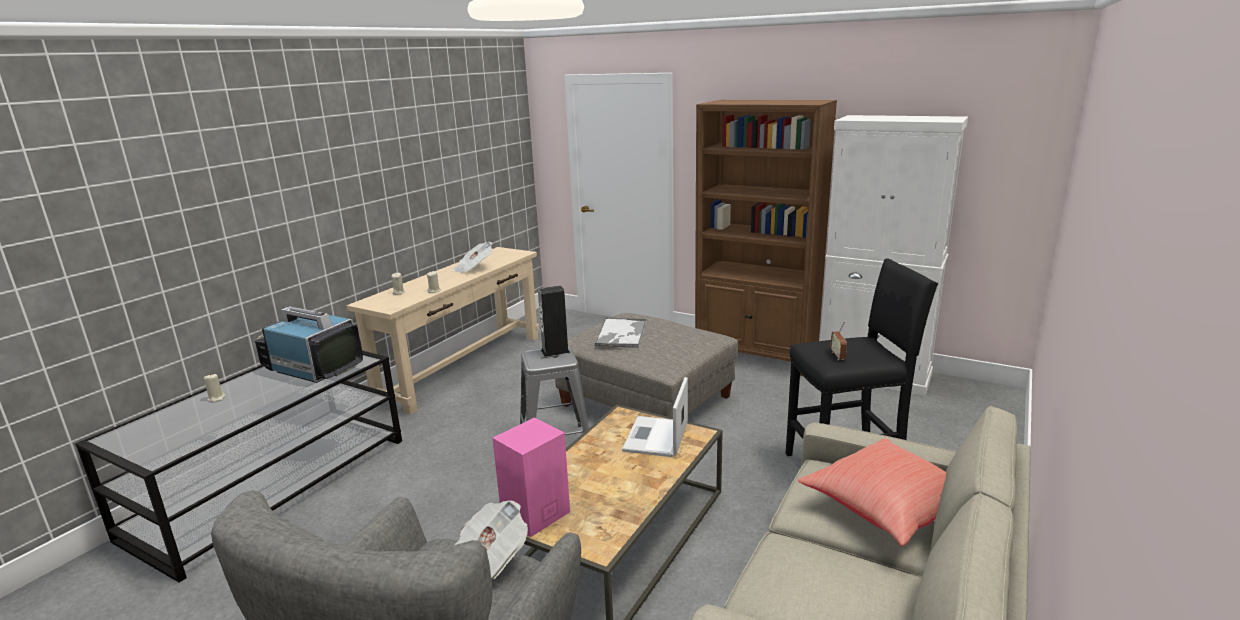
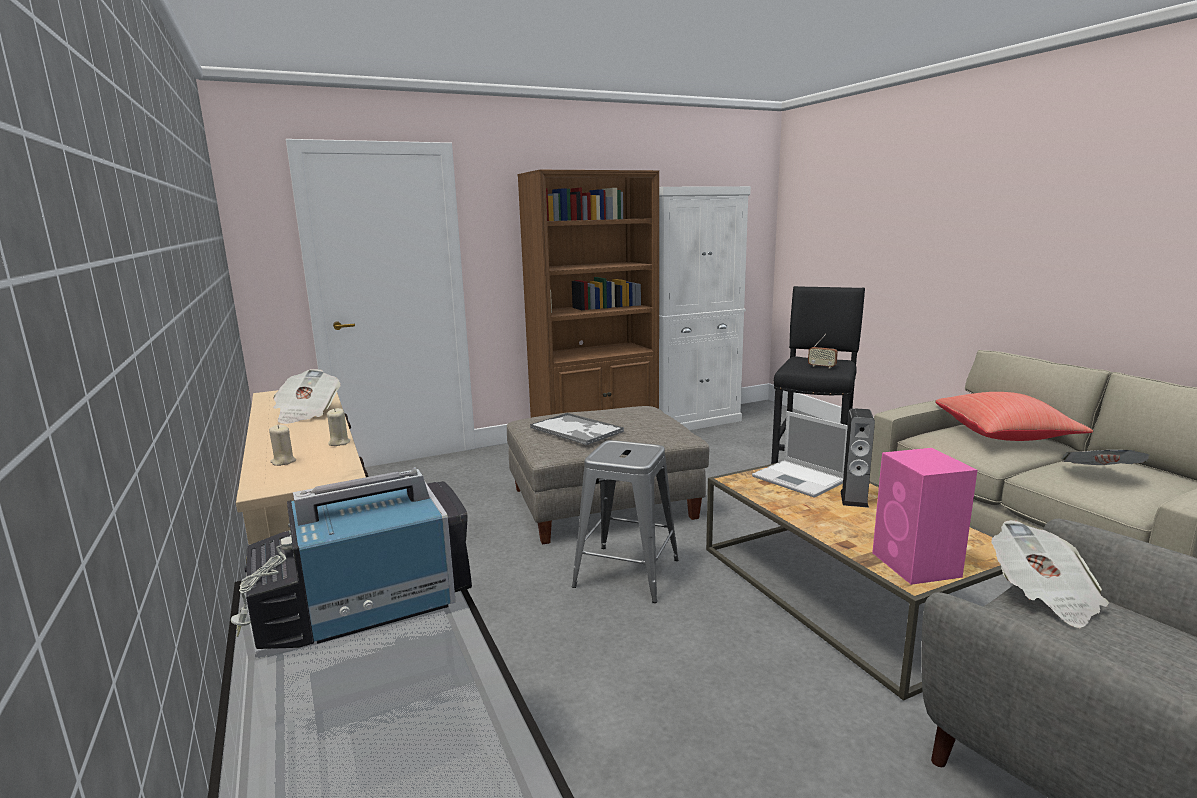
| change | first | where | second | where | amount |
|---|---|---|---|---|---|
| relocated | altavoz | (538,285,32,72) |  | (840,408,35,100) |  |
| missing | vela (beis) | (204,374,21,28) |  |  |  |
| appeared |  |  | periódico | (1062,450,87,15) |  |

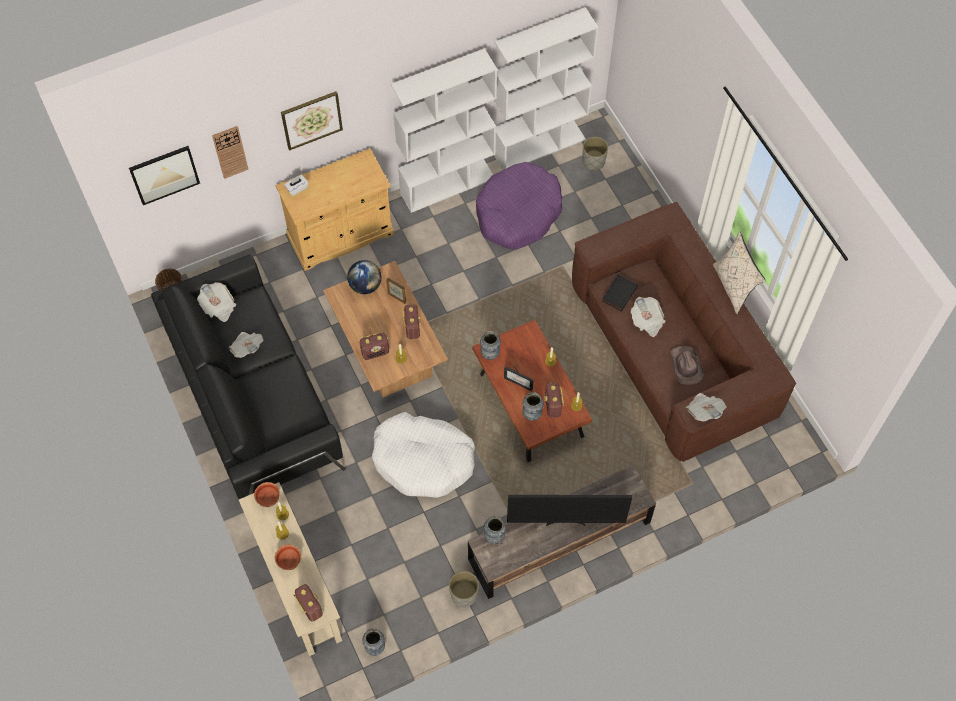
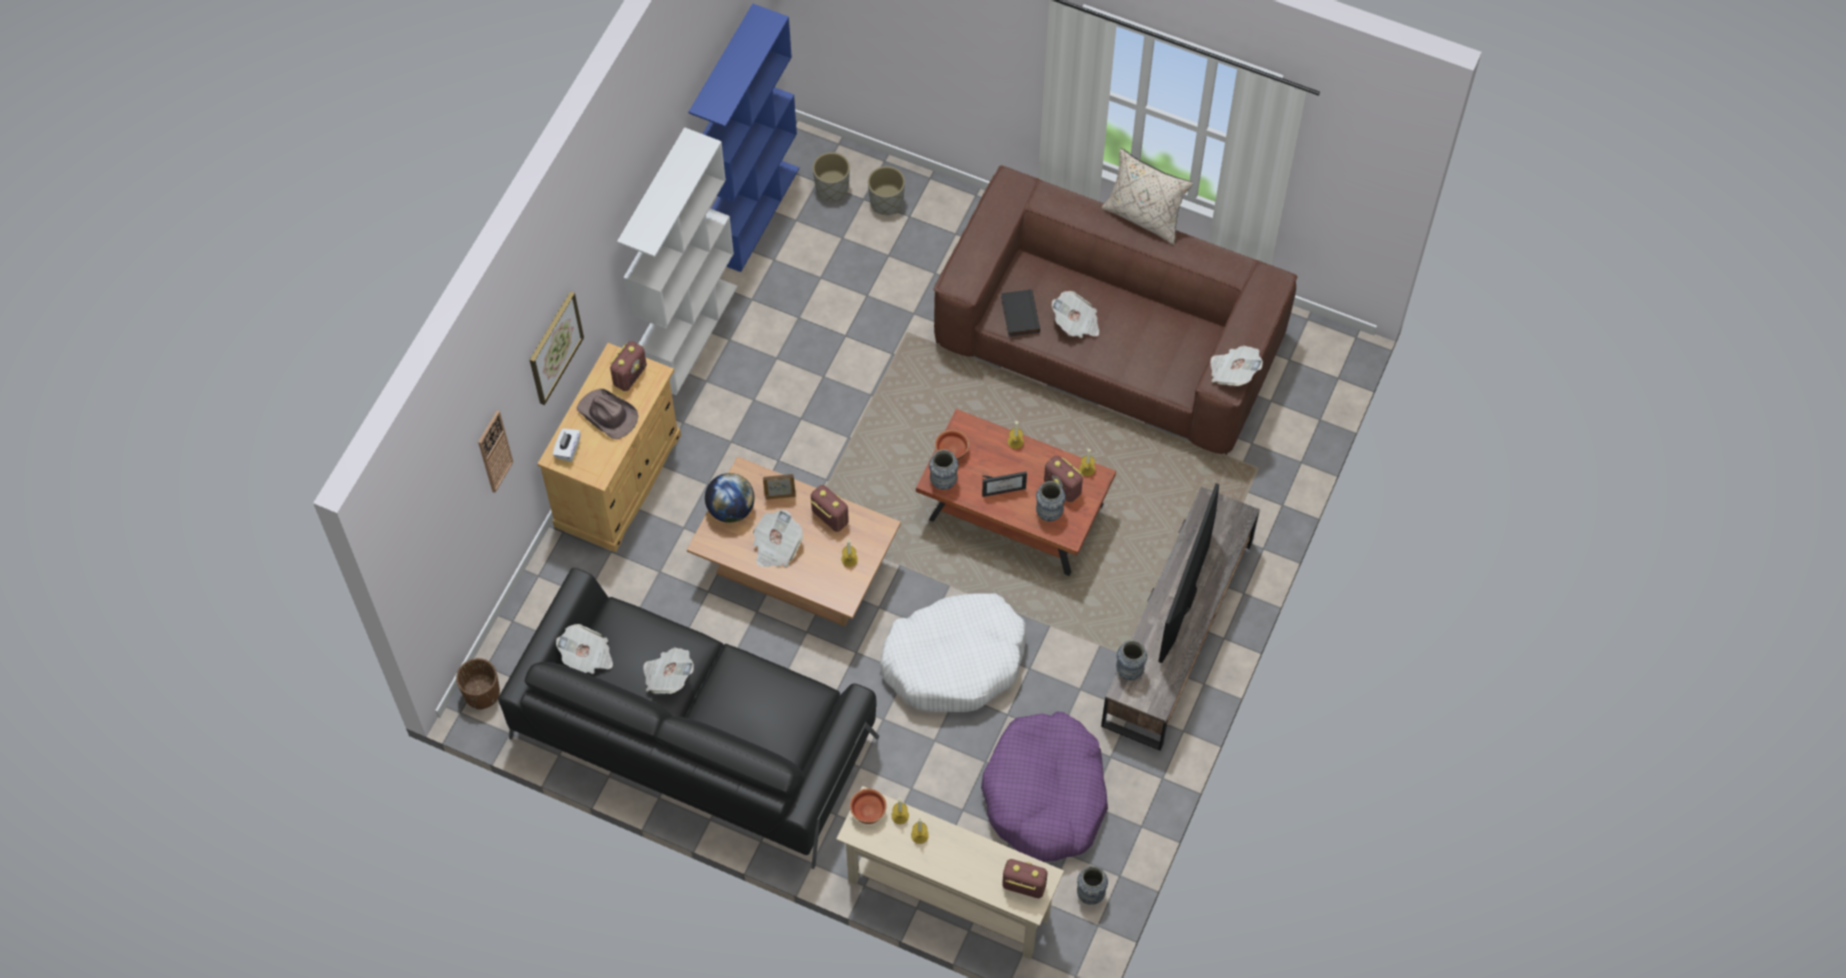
| change | first | where | second | where | amount |
|---|---|---|---|---|---|
| colour | estantería (blanco) | (494,7,104,163) | estantería (azul) | (688,3,111,269) |  |
| missing | cuadro | (129,146,71,59) |  |  |  |
| relocated | cama para perro (morado) | (476,162,86,88) |  | (981,711,127,151) |  |
| relocated | radio | (360,332,29,28) |  | (610,341,37,50) |  |
| relocated | sombrero (marrón) | (670,346,34,39) |  | (577,389,61,50) |  |
| spun | televisor | (507,495,125,31) |  | (1158,483,61,180) | 150 degrees clockwise |
| relocated | cuenco | (275,545,26,25) |  | (935,430,34,30) |  |
| relocated | maceta (gris) | (449,571,30,36) |  | (868,166,37,49) |  |
| appeared |  |  | periódico | (753,510,50,57) |  |

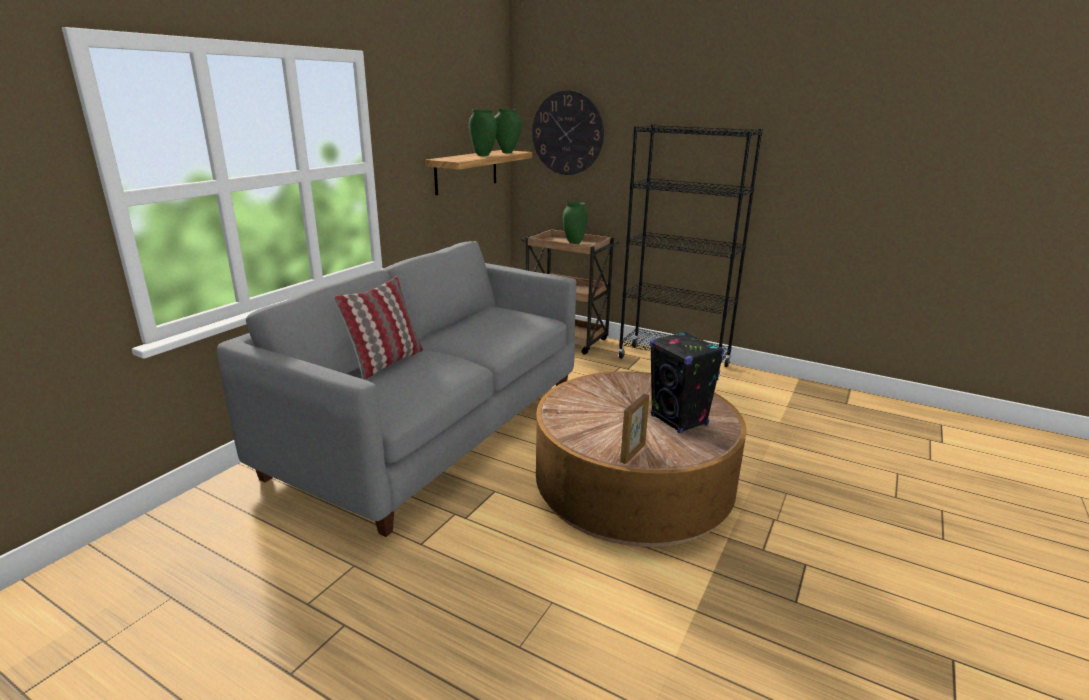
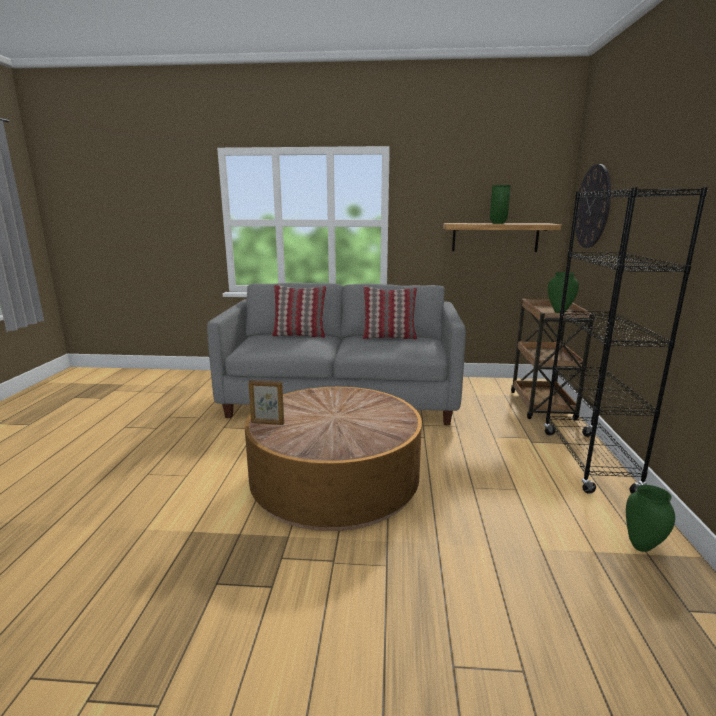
| change | first | where | second | where | amount |
|---|---|---|---|---|---|
| relocated | florero (verde) | (495,109,27,44) |  | (626,485,49,67) |  |
| missing | altavoz (negro) | (650,331,74,103) |  |  |  |
| appeared |  |  | cojín | (362,287,55,53) |  |

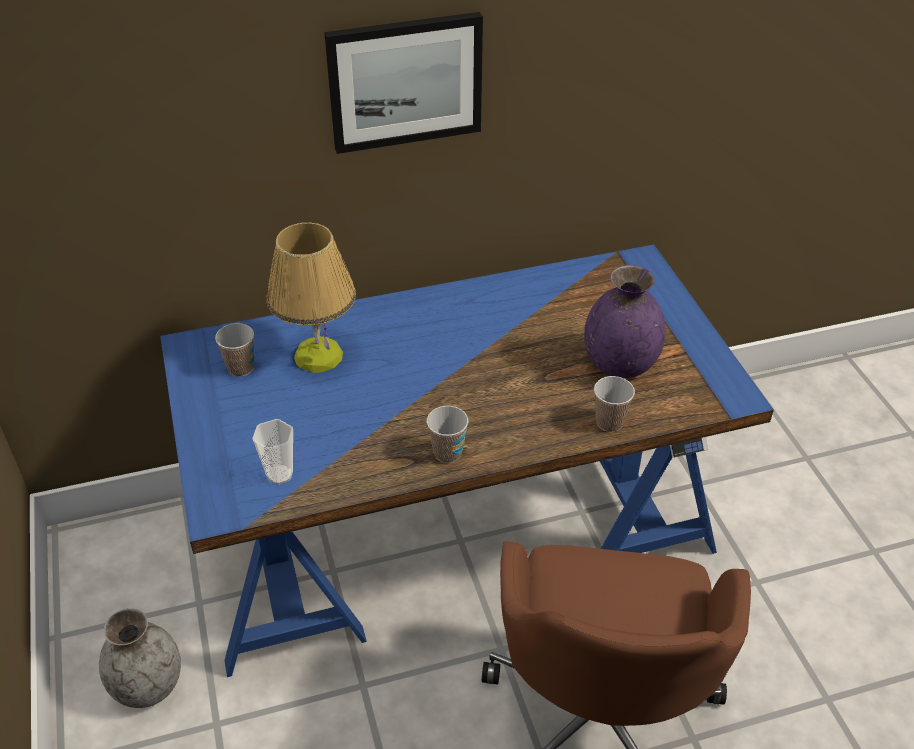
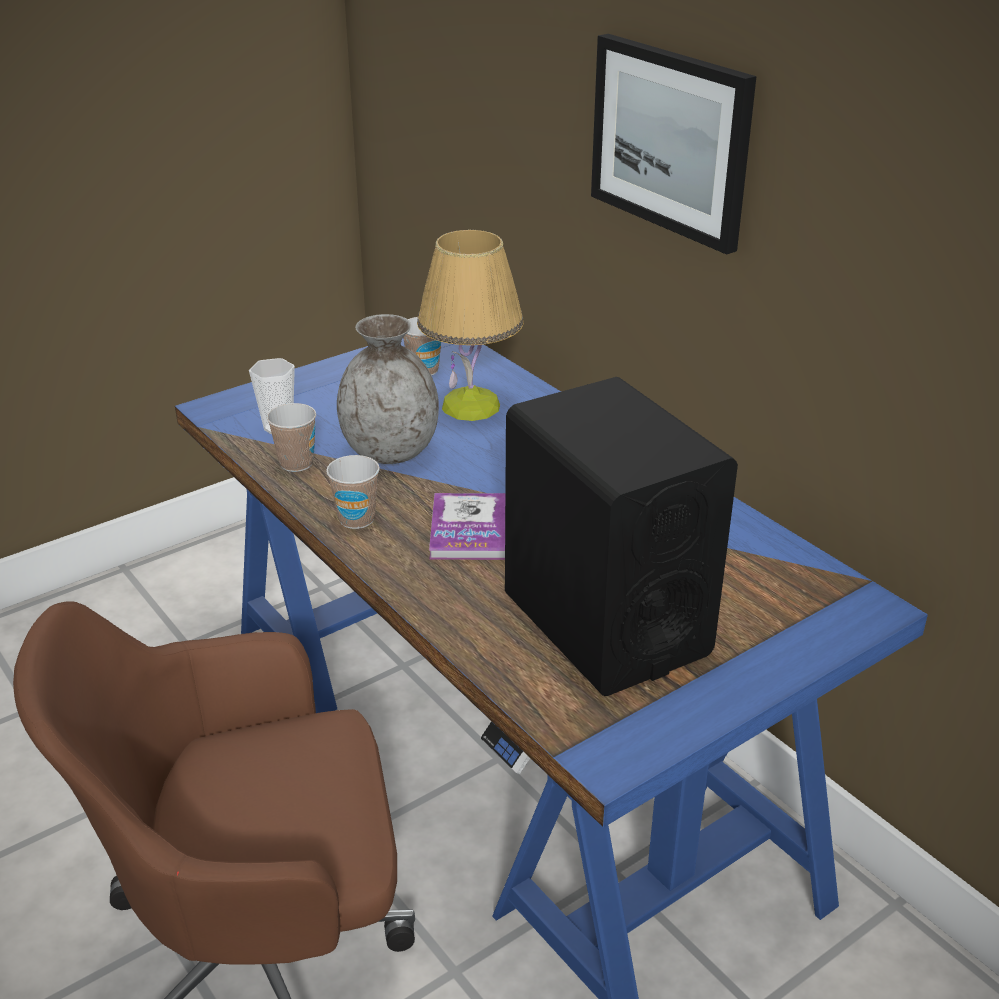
| change | first | where | second | where | amount |
|---|---|---|---|---|---|
| exchanged | florero (morado) | (584,265,82,113) | altavoz (negro) | (505,377,233,319) |  |
| relocated | taza | (594,376,41,56) |  | (267,403,49,69) |  |
| relocated | florero (gris) | (99,608,82,100) |  | (337,314,102,150) |  |
| appeared |  |  | libro | (429,493,76,67) |  |

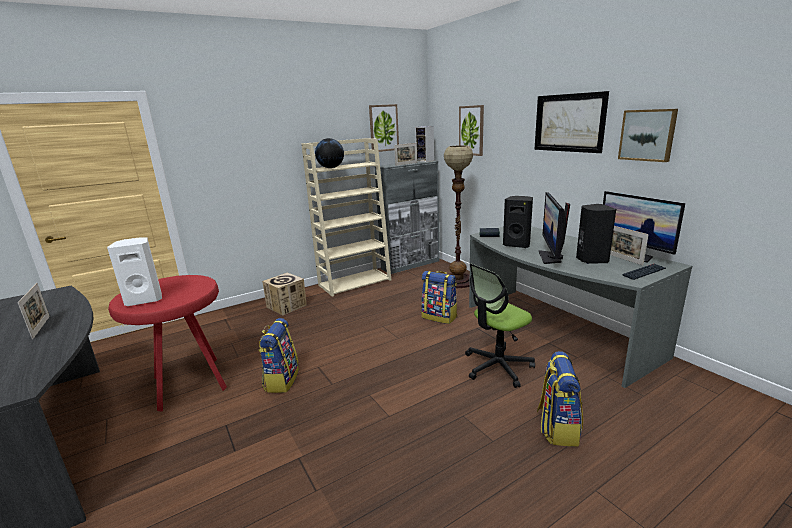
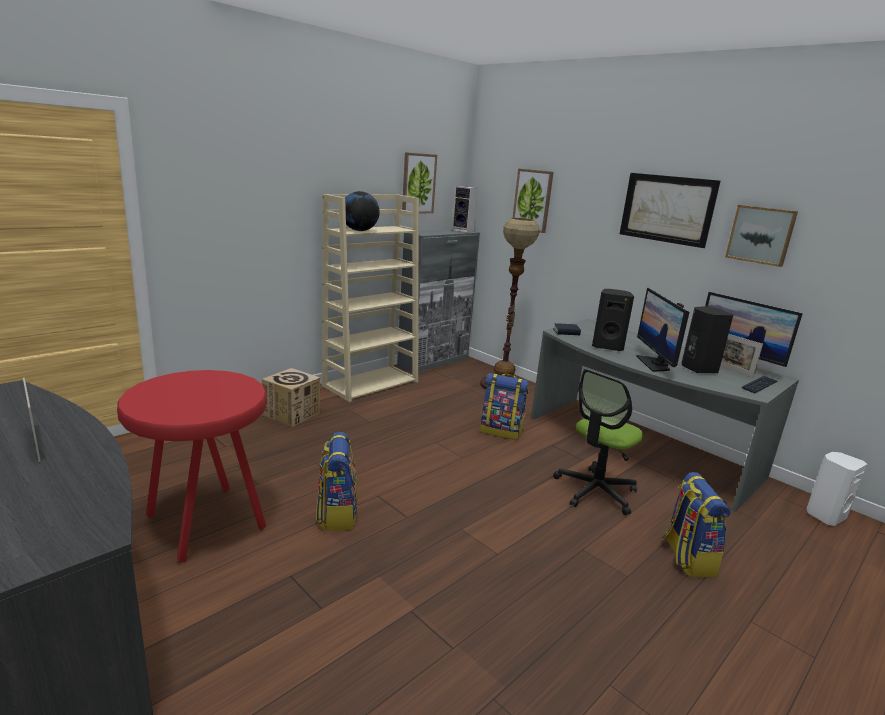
| change | first | where | second | where | amount |
|---|---|---|---|---|---|
| missing | portarretratos | (394,143,23,23) |  |  |  |
| relocated | altavoz (blanco) | (107,237,55,69) |  | (806,452,62,74) |  |

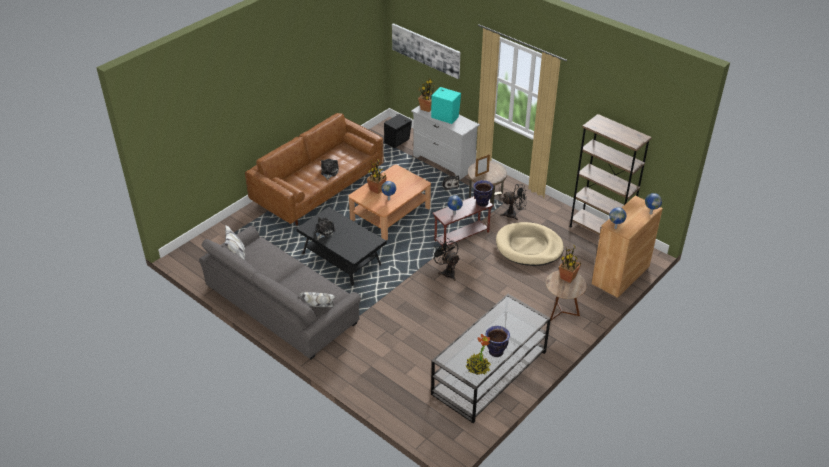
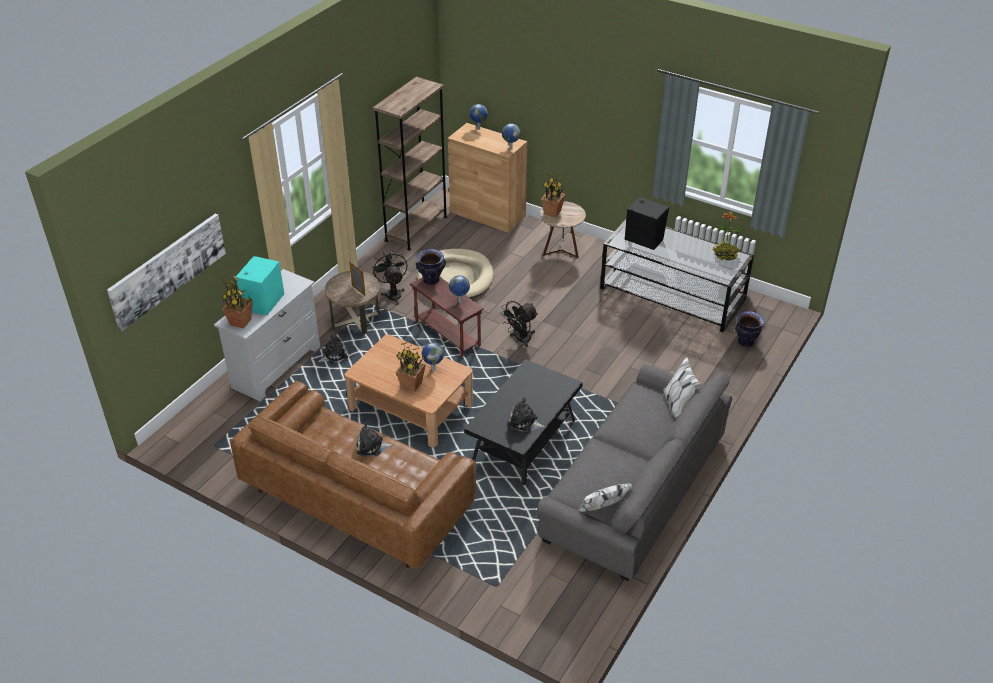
| change | first | where | second | where | amount |
|---|---|---|---|---|---|
| relocated | altavoz (negro) | (384,114,28,34) |  | (625,197,44,53) |  |
| relocated | florero | (486,326,24,31) |  | (735,311,29,36) |  |

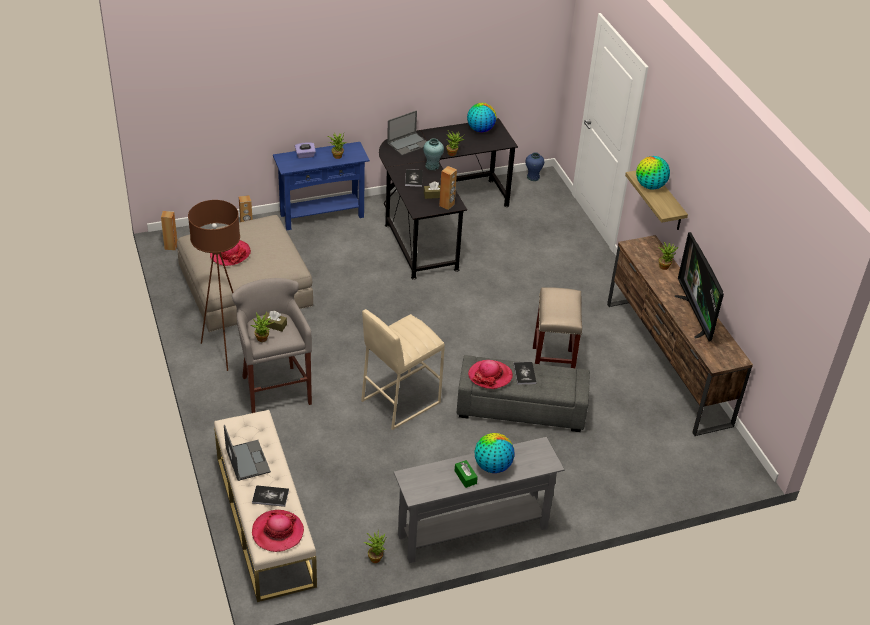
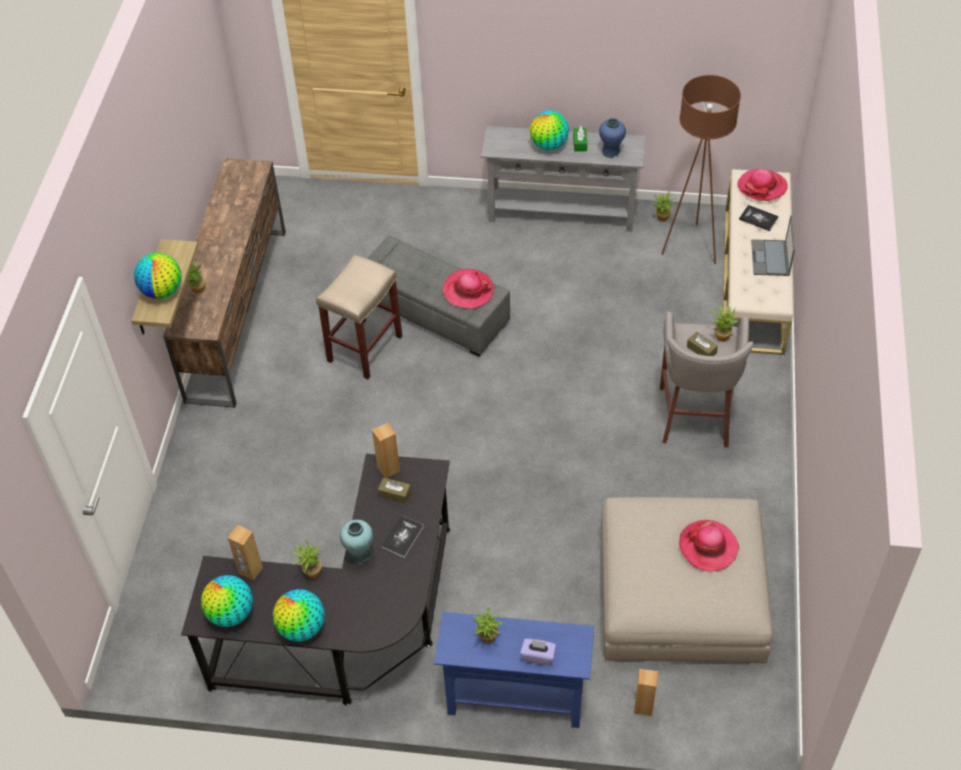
| change | first | where | second | where | amount |
|---|---|---|---|---|---|
| missing | portátil | (387,110,40,46) |  |  |  |
| relocated | florero (azul) | (526,152,18,29) |  | (599,118,27,40) |  |
| relocated | lámpara de pie (marrón) | (188,200,52,171) |  | (662,75,79,189) |  |
| relocated | altavoz (marrón) | (161,211,16,39) |  | (228,524,35,57) |  |
| missing | televisor | (675,232,49,109) |  |  |  |
| missing | taburete (beis) | (361,309,84,121) |  |  |  |
| missing | libro | (514,362,22,23) |  |  |  |
| appeared |  |  | globo terráqueo | (273,589,52,53) |  |

